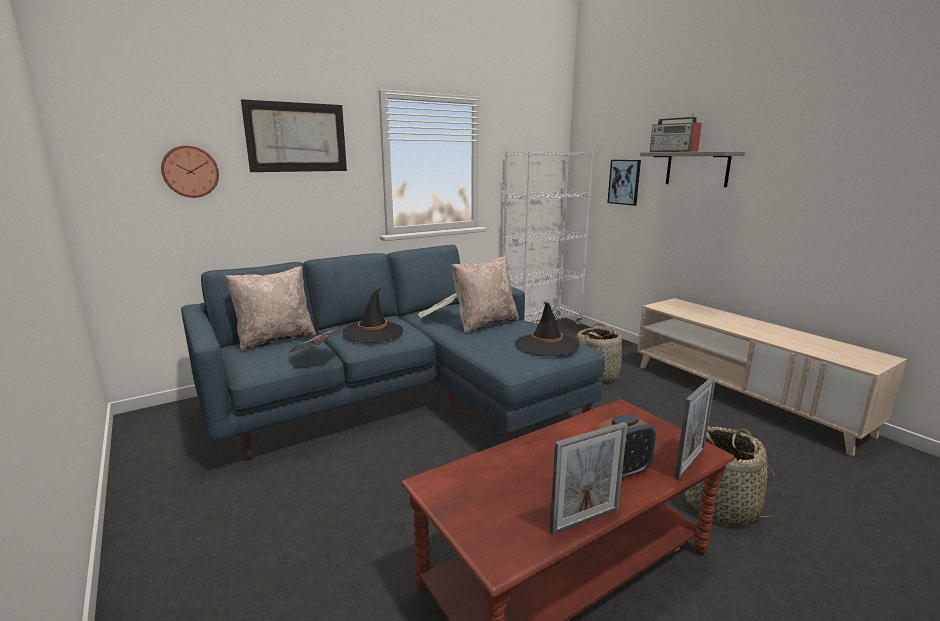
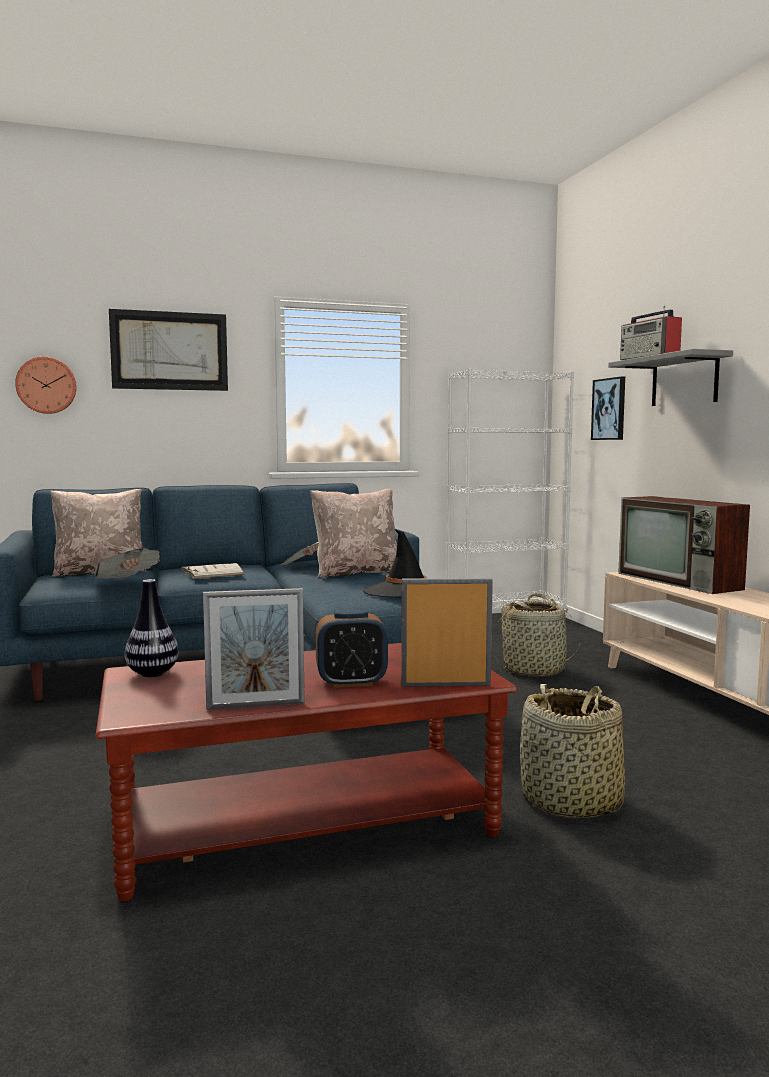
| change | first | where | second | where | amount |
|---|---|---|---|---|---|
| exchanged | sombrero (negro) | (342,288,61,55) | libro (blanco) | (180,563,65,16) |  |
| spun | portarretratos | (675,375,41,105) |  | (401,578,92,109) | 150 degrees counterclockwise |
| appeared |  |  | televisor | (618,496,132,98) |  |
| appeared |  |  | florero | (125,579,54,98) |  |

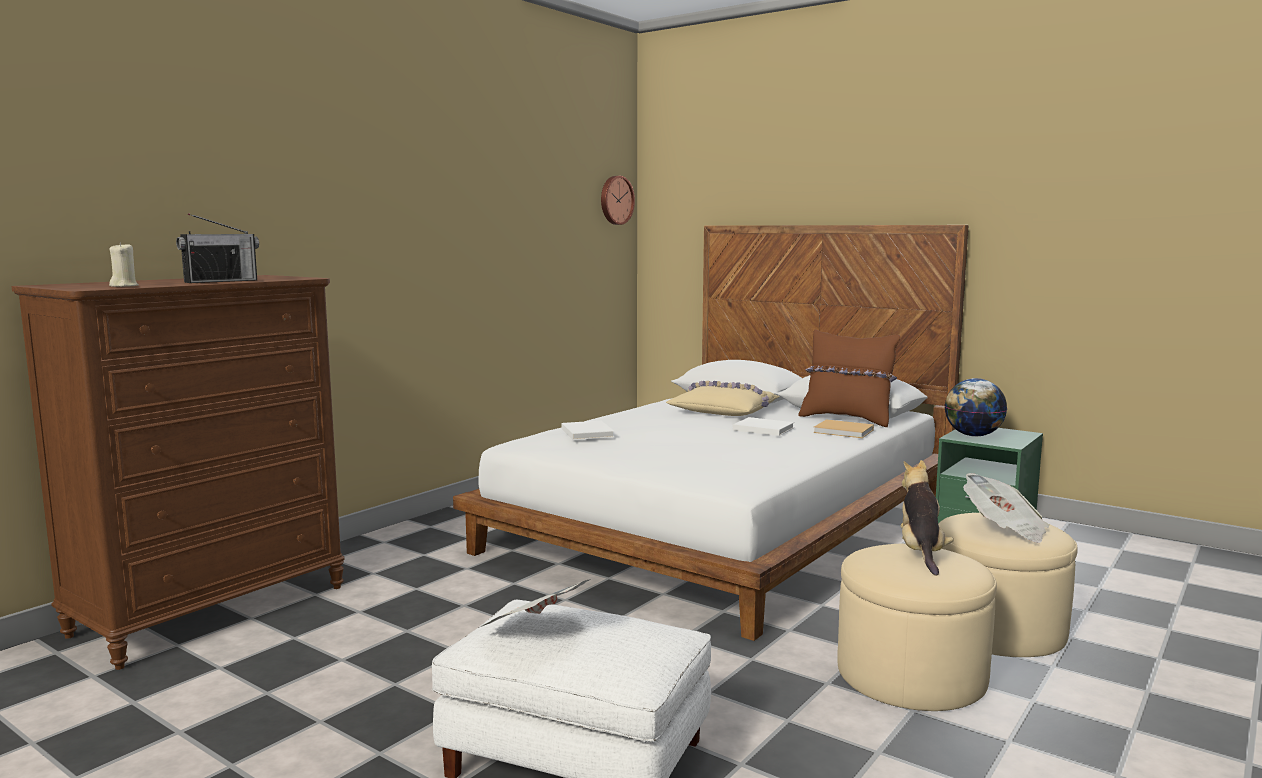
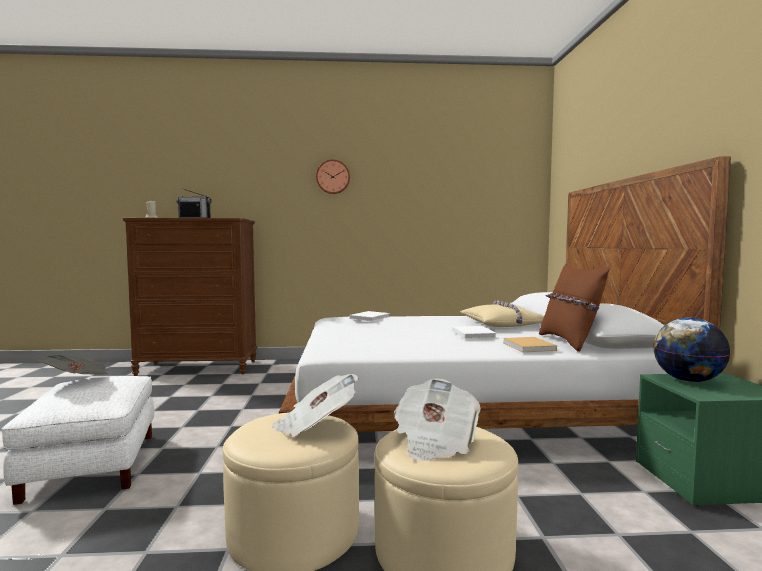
| change | first | where | second | where | amount |
|---|---|---|---|---|---|
| relocated | reloj de pared | (601,176,34,49) |  | (316,159,34,35) |  |
| exchanged | peluche | (901,460,53,116) | periódico | (272,374,87,63) |  |

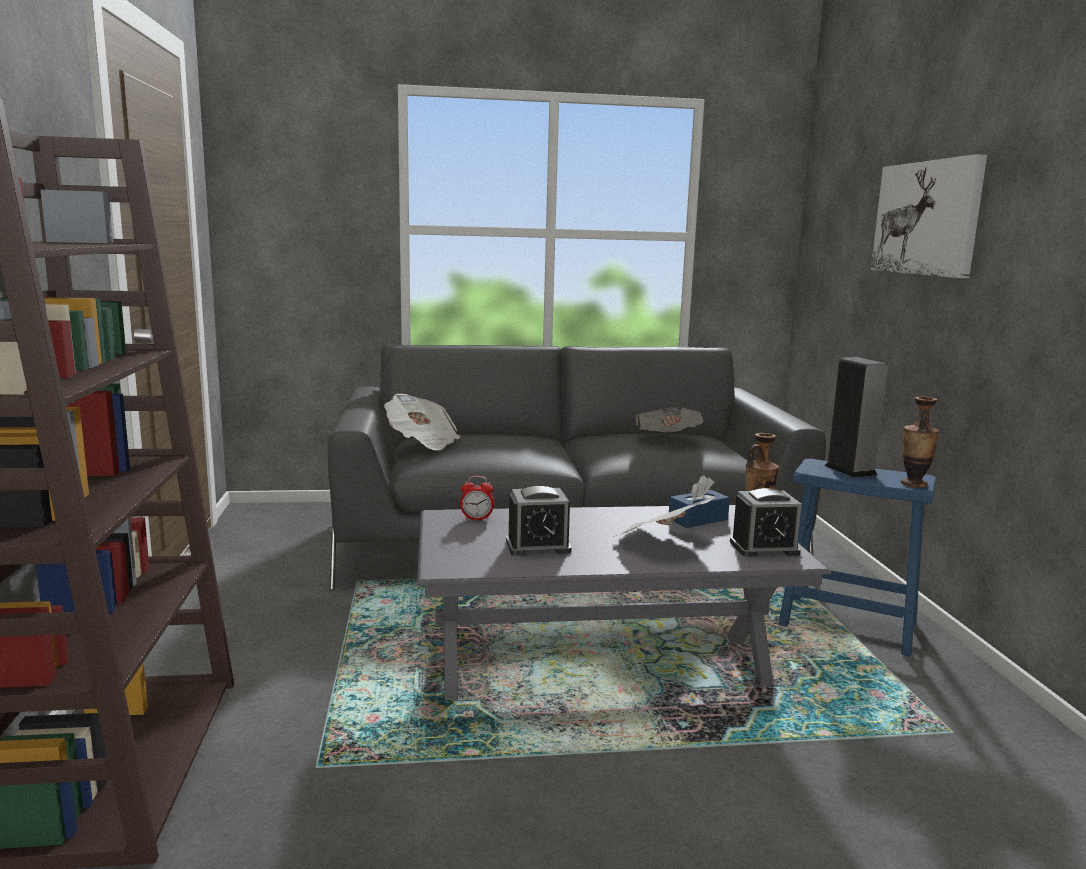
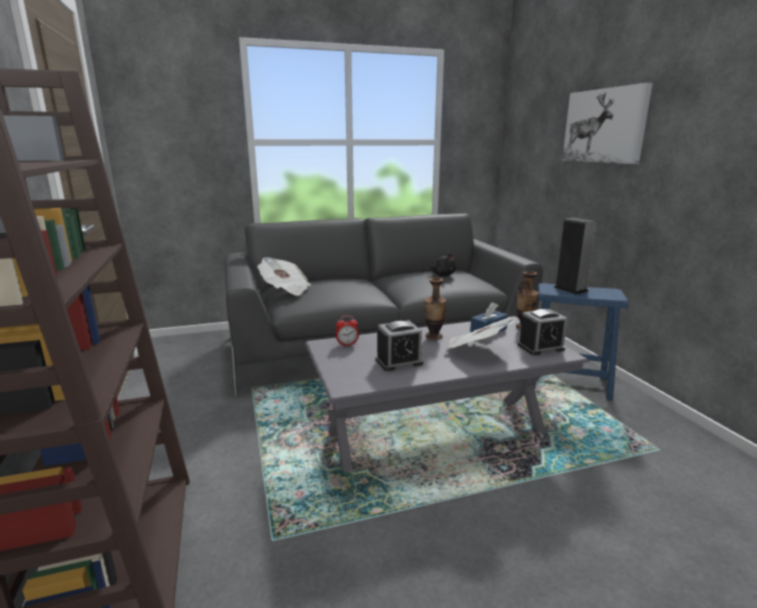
| change | first | where | second | where | amount |
|---|---|---|---|---|---|
| relocated | florero | (901,397,38,91) |  | (424,278,23,62) |  |
| exchanged | periódico | (635,407,69,25) | peluche (negro) | (422,254,34,22) |  |

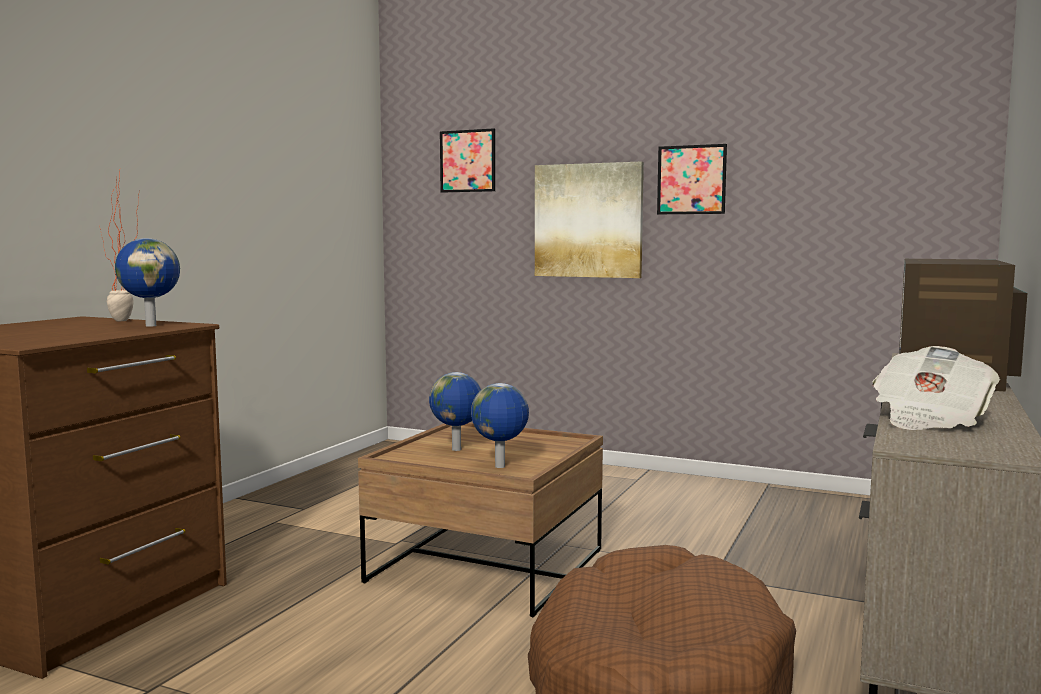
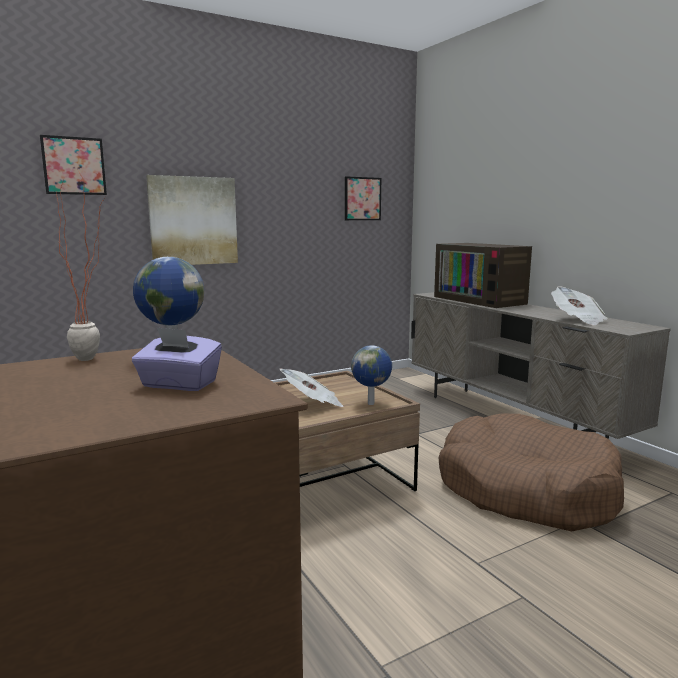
| change | first | where | second | where | amount |
|---|---|---|---|---|---|
| relocated | cuadro | (657,144,70,70) |  | (345,176,36,44) |  |
| exchanged | globo terráqueo | (429,372,52,79) | periódico | (280,368,64,39) |  |
| appeared |  |  | caja de pañuelos (morado) | (132,327,90,64) |  |

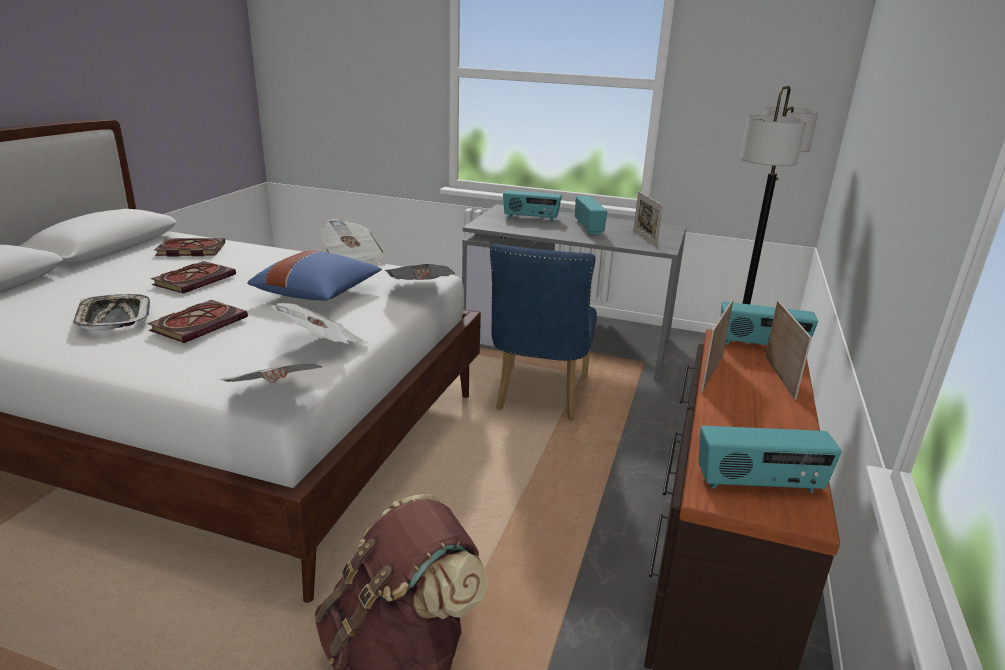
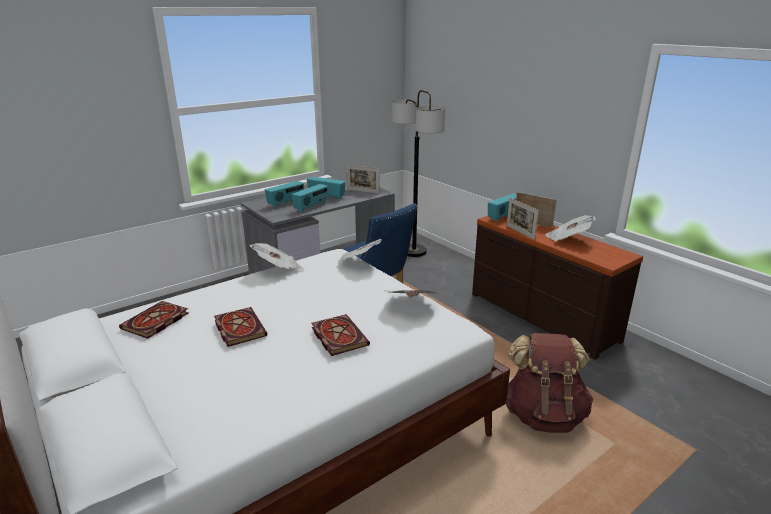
| change | first | where | second | where | amount |
|---|---|---|---|---|---|
| missing | cojín (azul) | (247,250,135,51) |  |  |  |
| missing | bandeja | (73,294,77,36) |  |  |  |
| relocated | periódico | (218,364,105,19) |  | (545,215,51,26) |  |
| relocated | radio | (698,426,144,67) |  | (292,184,36,28) |  |

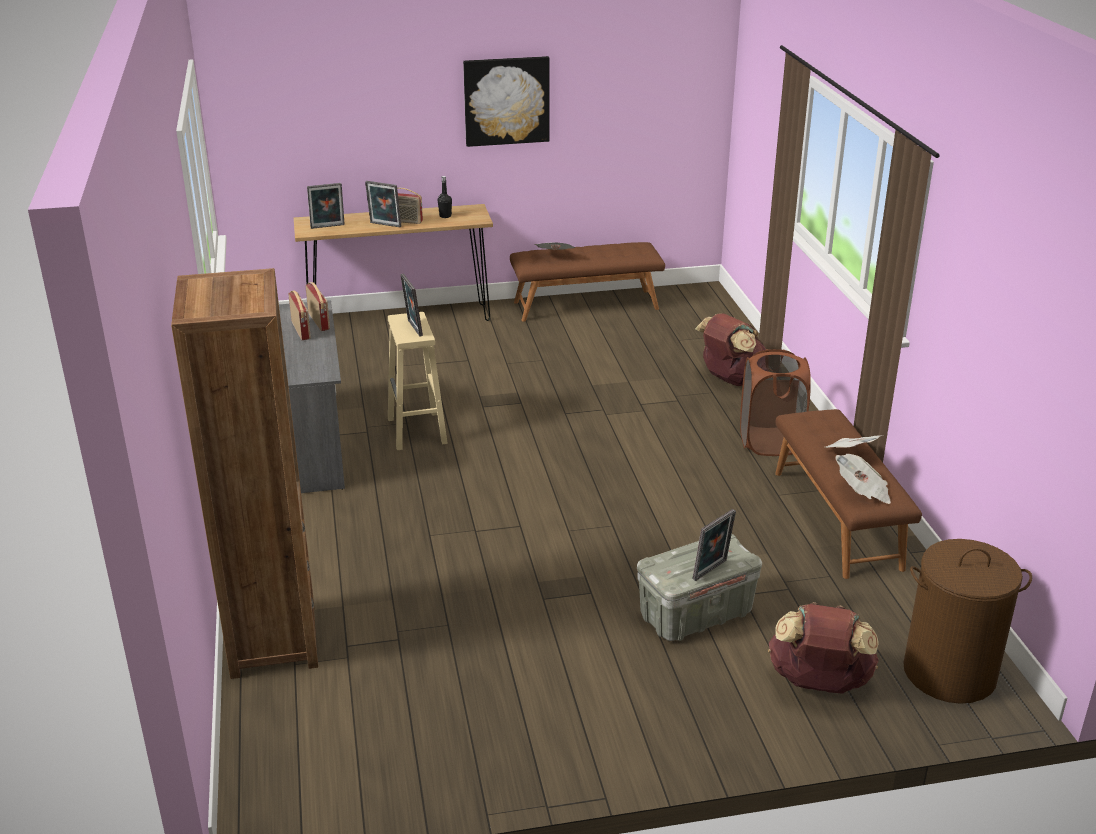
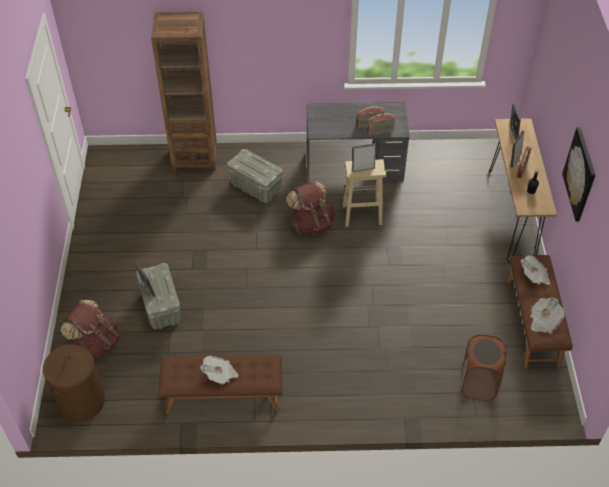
| change | first | where | second | where | amount |
|---|---|---|---|---|---|
| relocated | mochila (marrón) | (695,313,71,73) |  | (287,181,48,55) |  |
| relocated | cesto de la ropa (marrón) | (740,349,71,107) |  | (460,335,46,66) |  |
| relocated | periódico | (836,454,55,50) |  | (530,298,35,35) |  |
| appeared |  |  | caja de almacenaje (gris) | (227,149,56,54) |  |

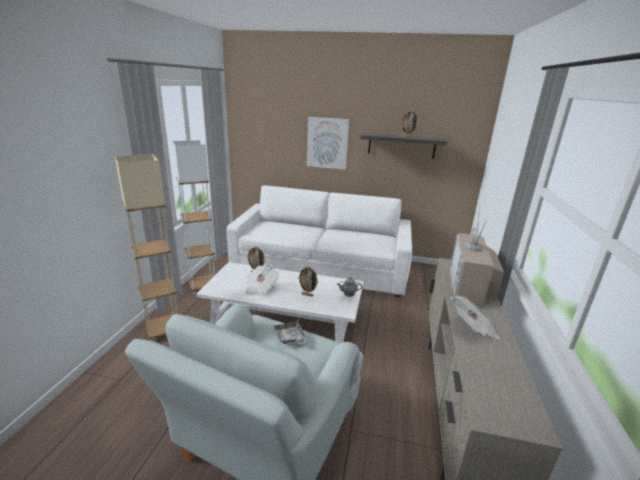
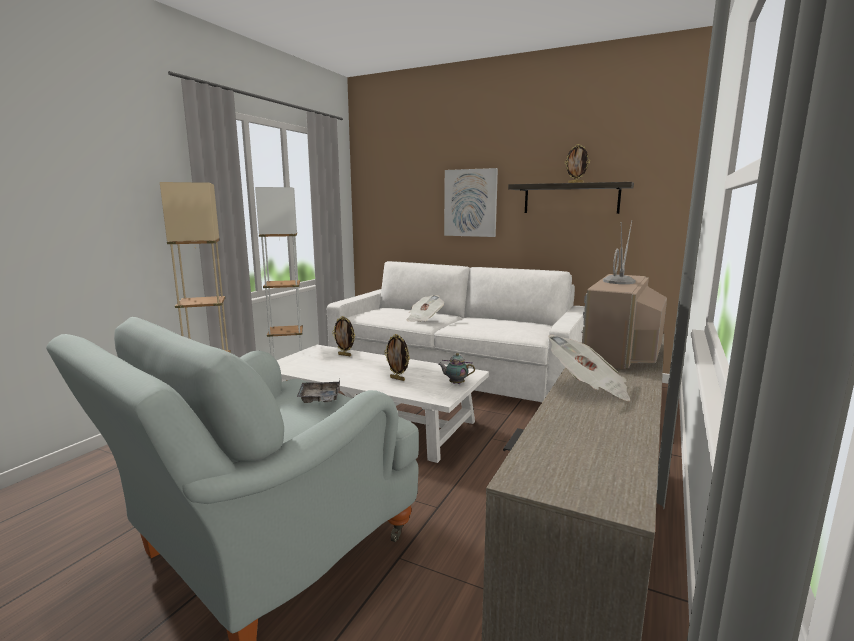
| change | first | where | second | where | amount |
|---|---|---|---|---|---|
| relocated | periódico | (245,264,34,31) |  | (406,295,38,27) |  |

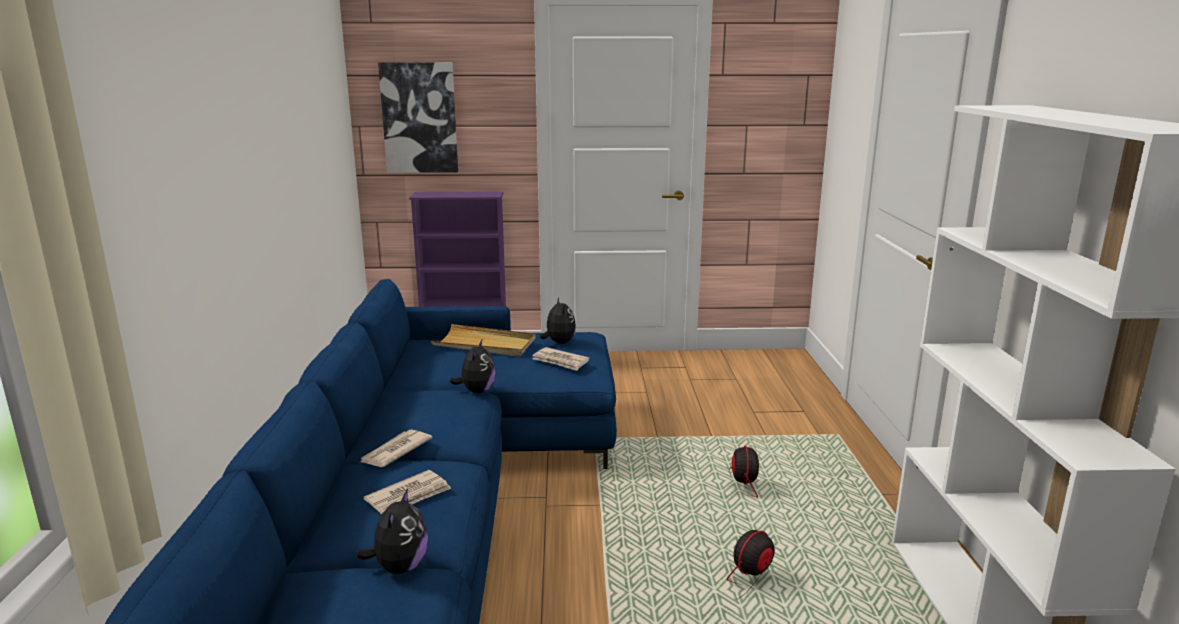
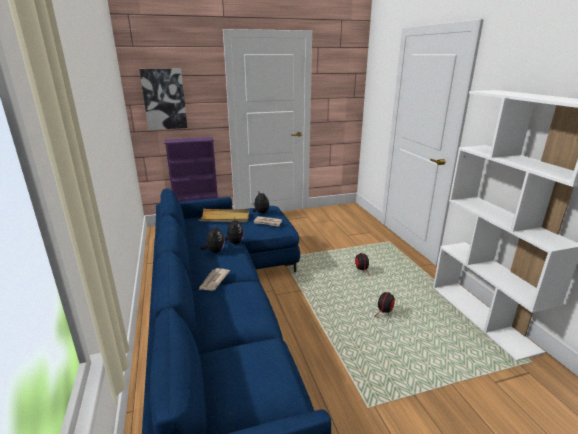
| change | first | where | second | where | amount |
|---|---|---|---|---|---|
| missing | periódico | (363,470,88,44) |  |  |  |
| relocated | peluche | (356,488,72,86) |  | (200,223,25,30) |  |

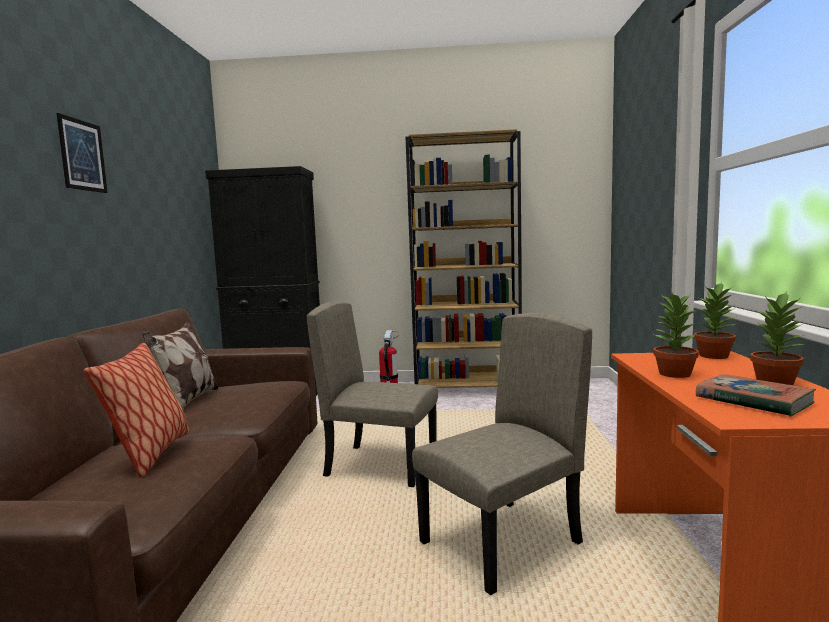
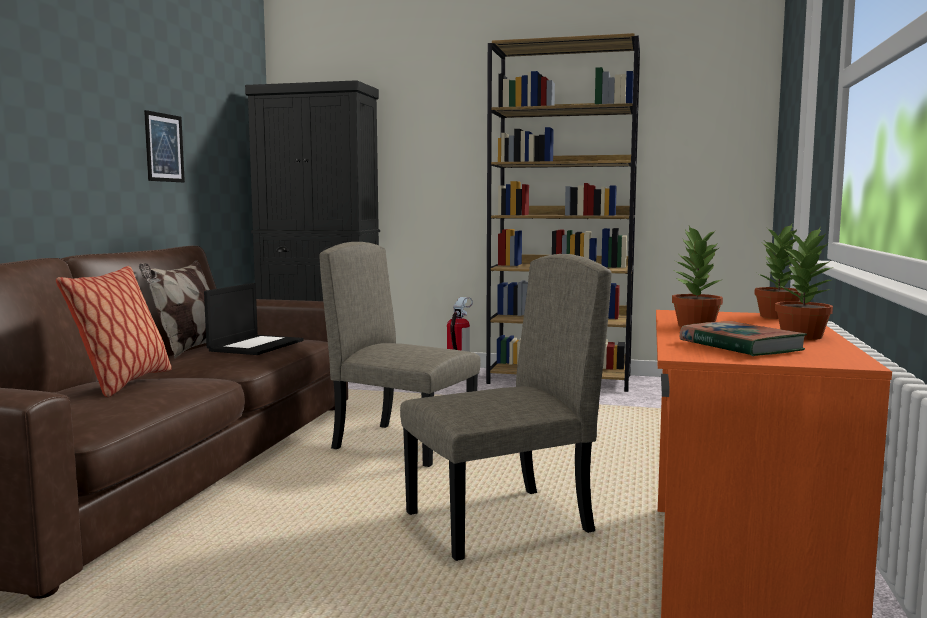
| change | first | where | second | where | amount |
|---|---|---|---|---|---|
| relocated | cuadro | (57,113,51,80) |  | (144,110,41,72) |  |
| appeared |  |  | portátil | (204,283,99,72) |  |

